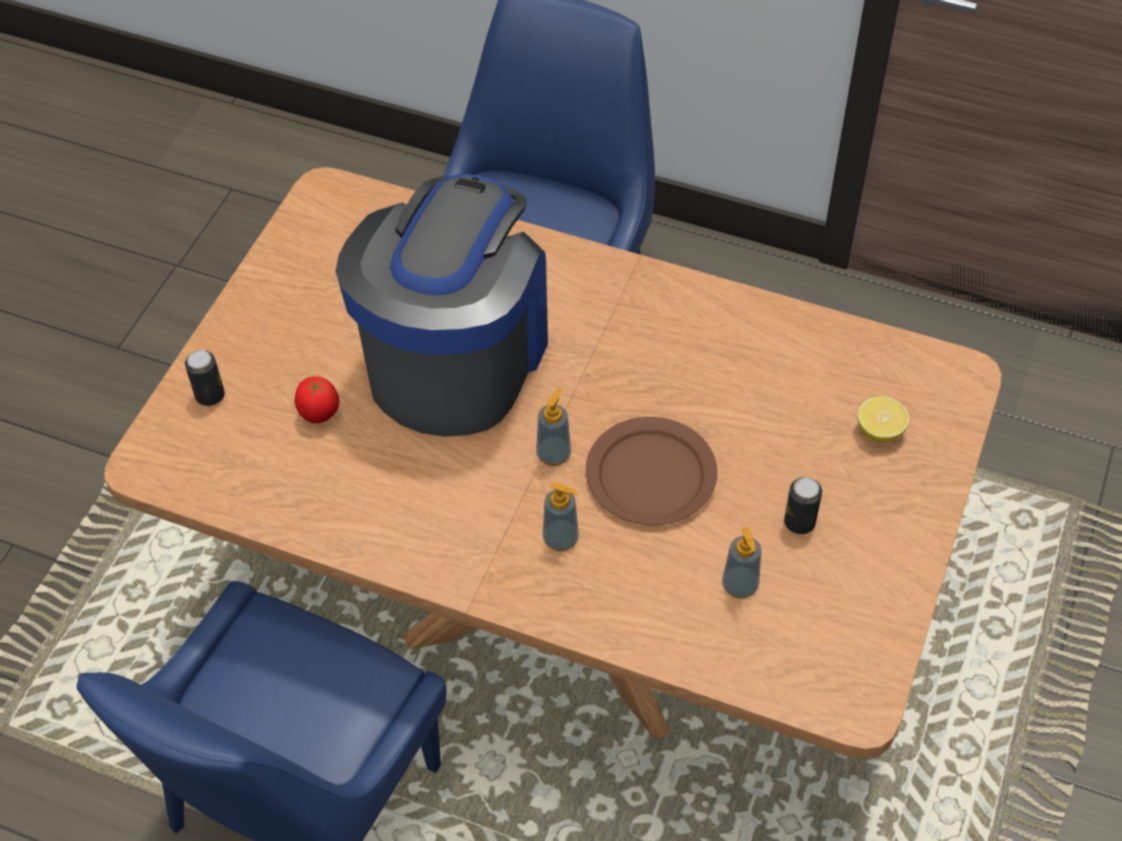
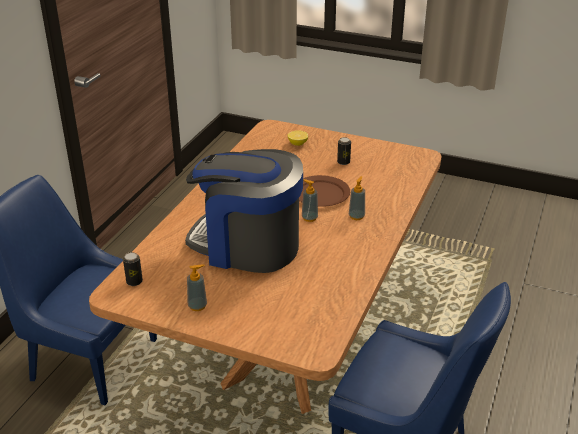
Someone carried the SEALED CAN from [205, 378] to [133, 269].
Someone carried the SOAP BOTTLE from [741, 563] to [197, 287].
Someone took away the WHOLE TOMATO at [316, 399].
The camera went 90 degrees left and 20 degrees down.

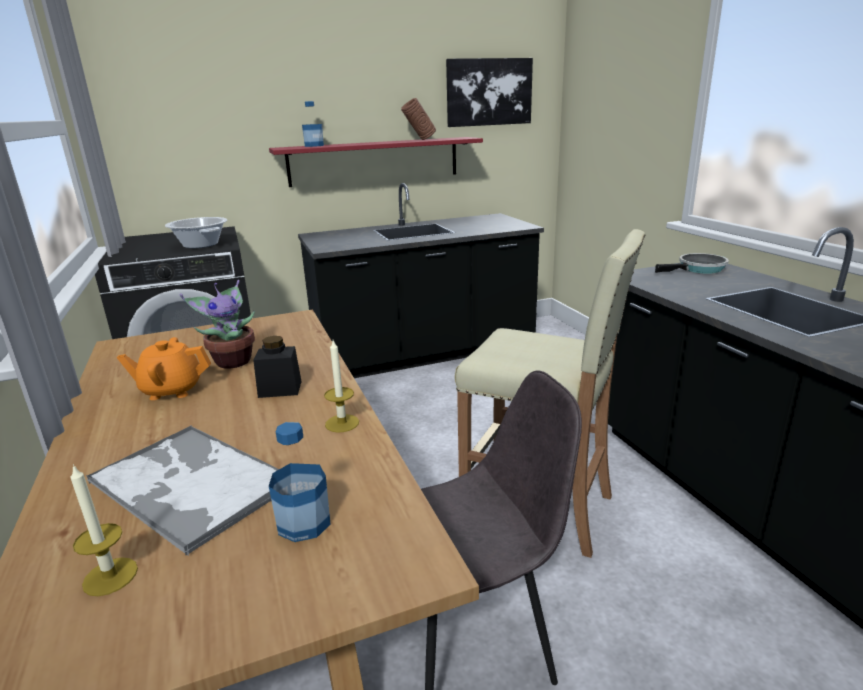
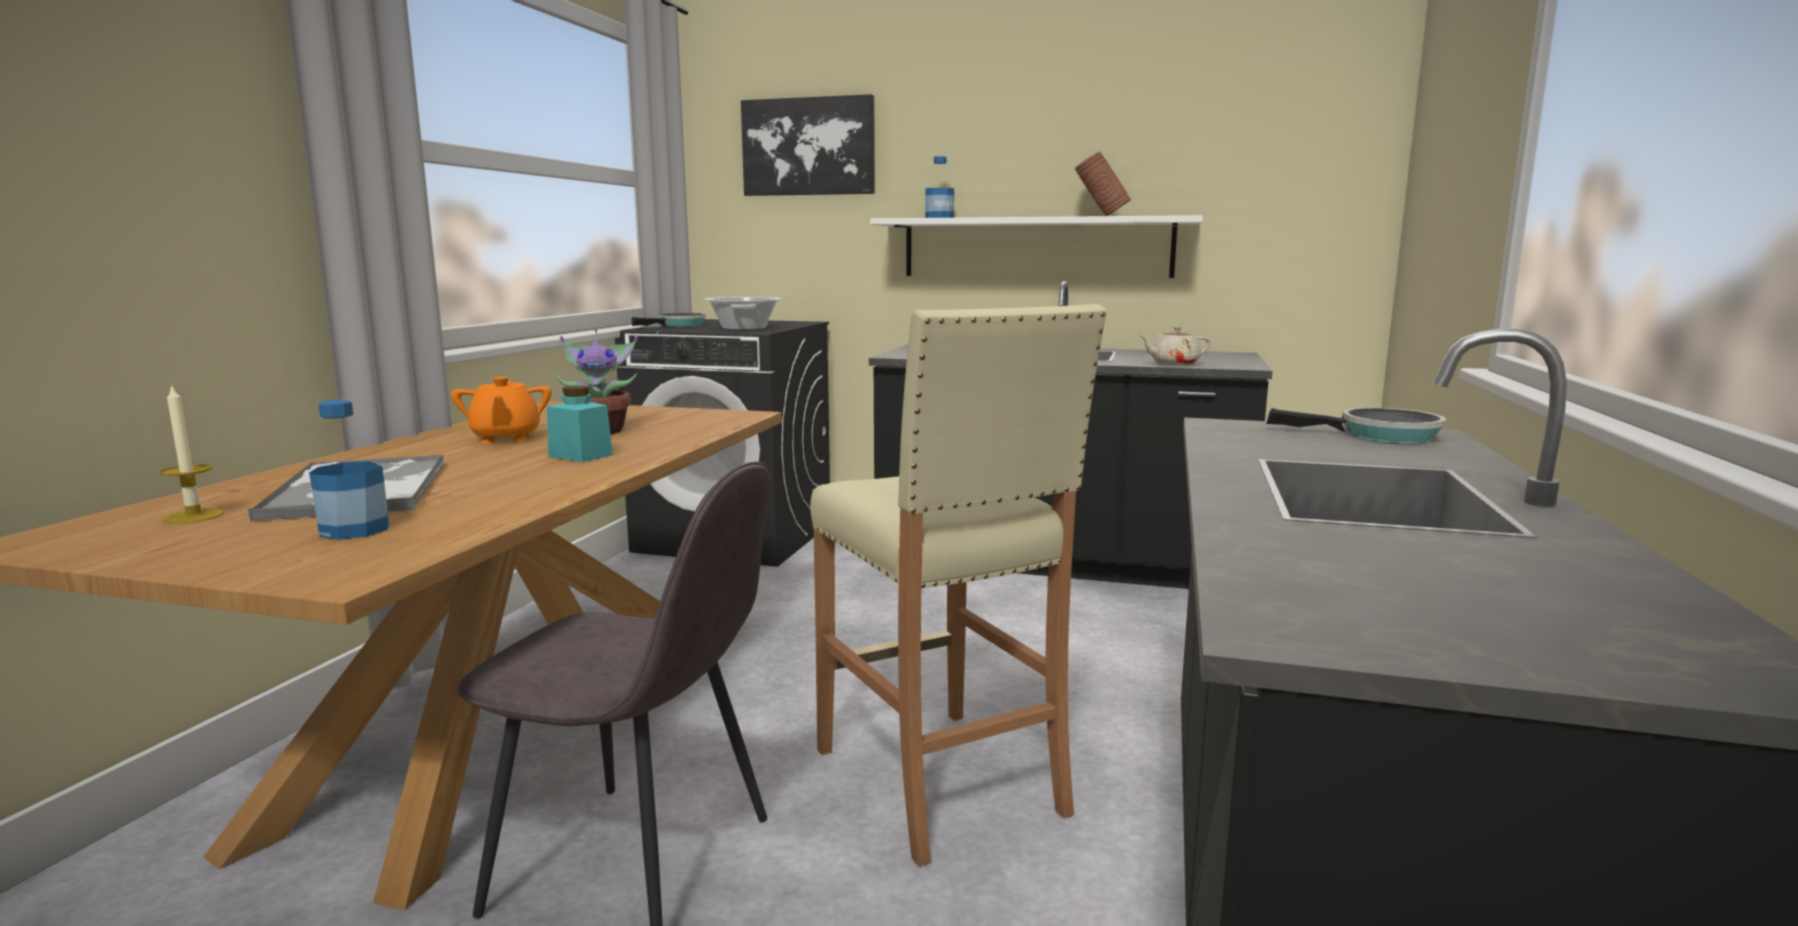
Someone rotated the ORANGE TEA POT at [164, 368] by 135 degrees counterclockwise.
Someone repainted the BLACK-COLOURED STORAGE JAR at [277, 367], which became the TURQUOISE-COLOURED STORAGE JAR at [580, 424].
Someone put down the PAN at [669, 320].
Someone carried the WALL ART from [489, 92] to [808, 145].
Someone repainted the RED WALL SHELF at [376, 162], which became the WHITISH WALL SHELF at [1036, 246].
Someone put down the BEIGE TEA POT at [1175, 345].
Someone took away the WAX CANDLE at [341, 386].
The camera went 35 degrees right and 10 degrees down.

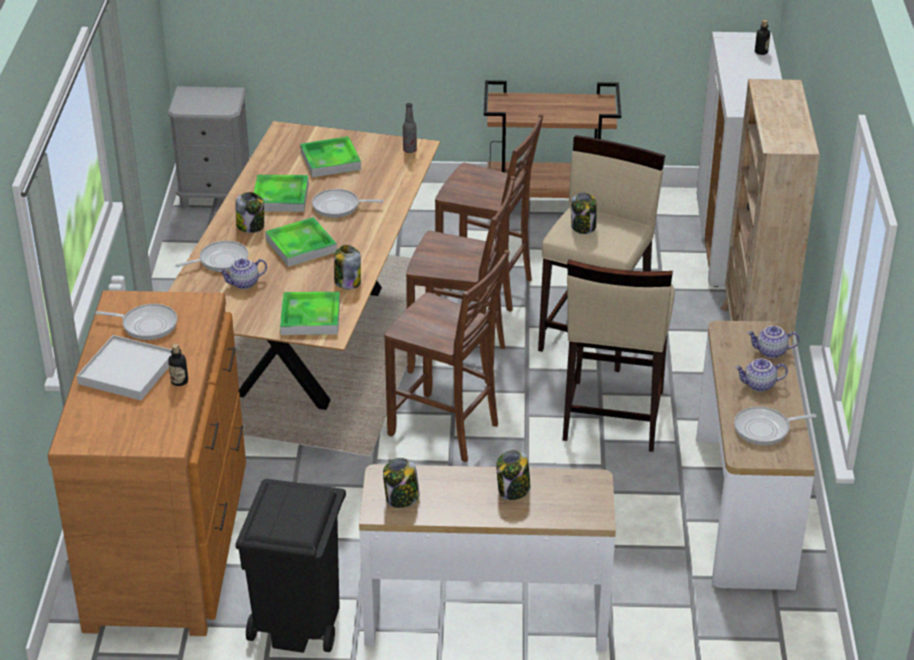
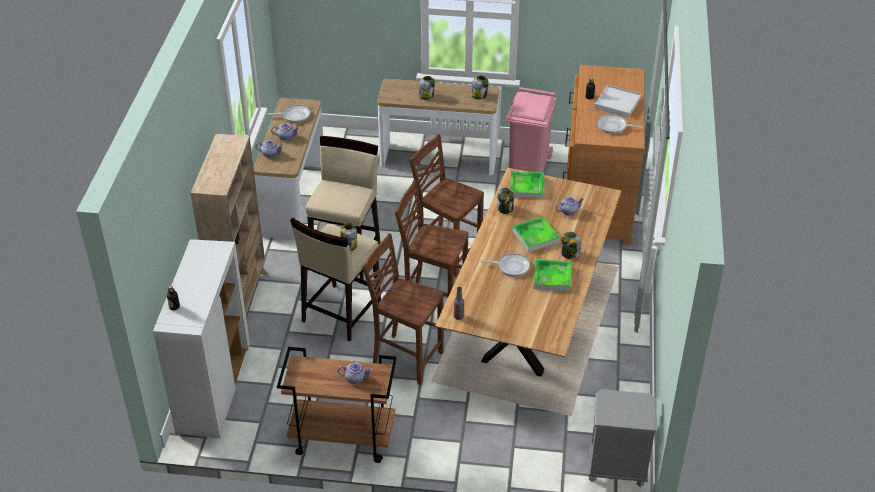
Someone put down the TEA POT at [355, 373].
Someone repainted the BLACK-COLOURED TRASH CAN at [290, 566], which became the PINK-COLOURED TRASH CAN at [531, 129].
Someone took away the PAN at [211, 256].
Someone took away the SERVING TRAY at [330, 156].
The camera went 175 degrees left and 5 degrees up.

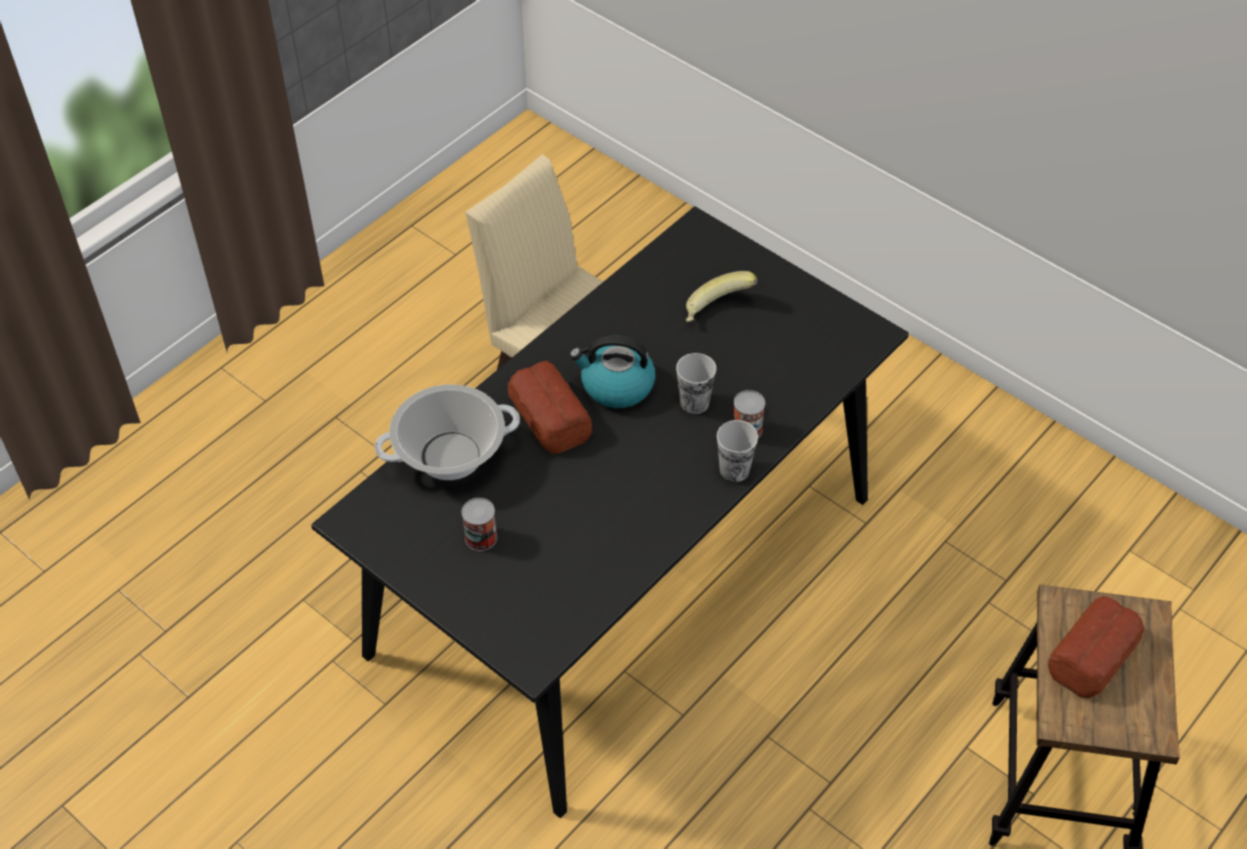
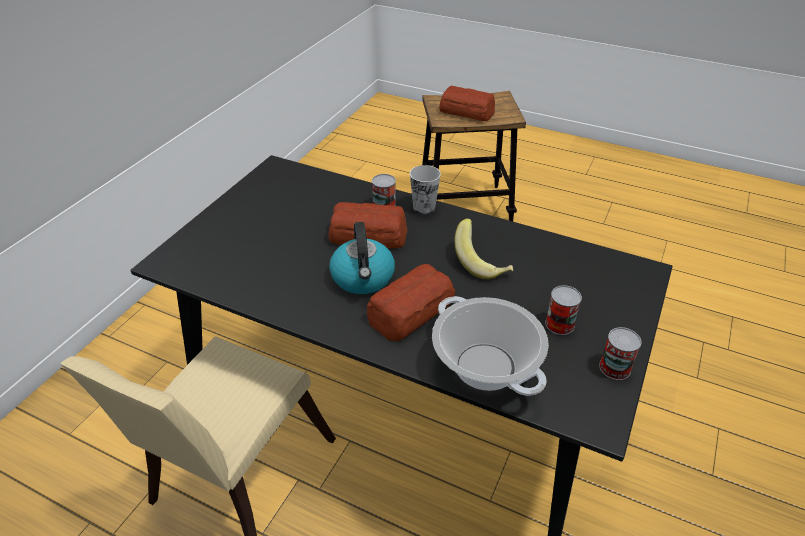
Someone swapped the SMALL CUP at [696, 383] for the BAKED BREAD at [367, 225].
Someone carried the BANANA FRUIT from [722, 296] to [483, 249].
Someone put down the SEALED CAN at [620, 353].
The camera went 105 degrees left and 10 degrees down.

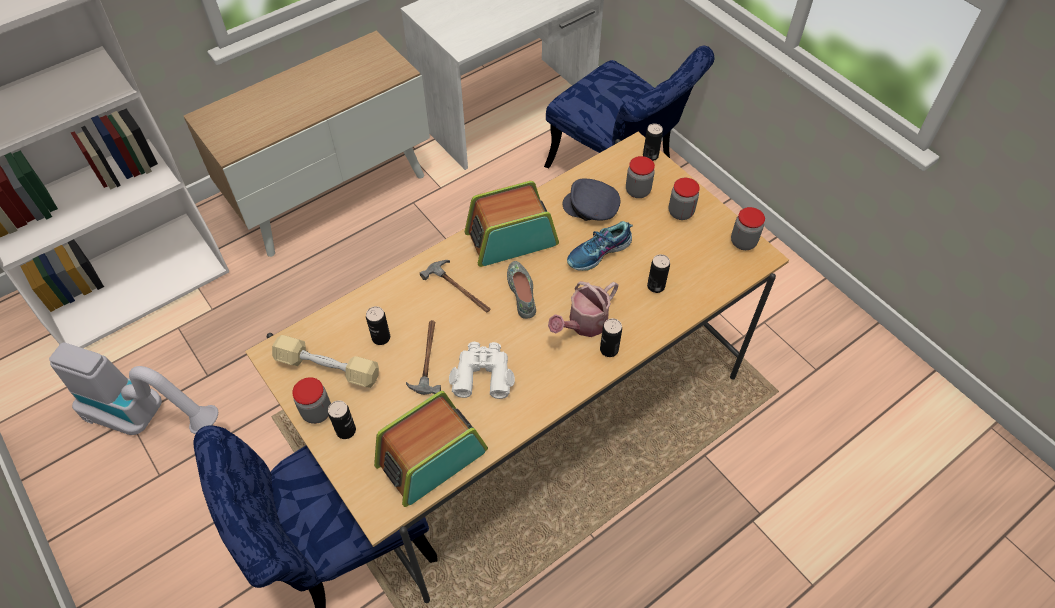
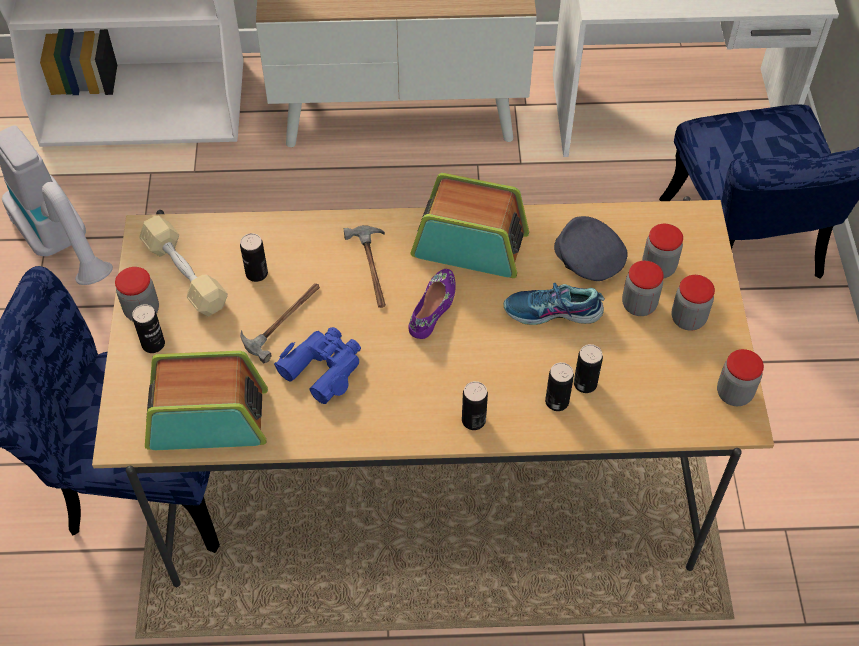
Someone repainted the WHITISH PAIR OF BINOCULARS at [482, 370], which became the BLUISH PAIR OF BINOCULARS at [317, 365].
Someone repainted the GRAY ITEM OF FOOTWEAR at [521, 290], which became the PURPLISH ITEM OF FOOTWEAR at [432, 304].
Someone carried the SEALED CAN from [653, 142] to [559, 386].
Someone put down the STORAGE JAR at [643, 288].
Someone took away the WATERING CAN at [583, 309].
The camera went 35 degrees right and 0 degrees up.

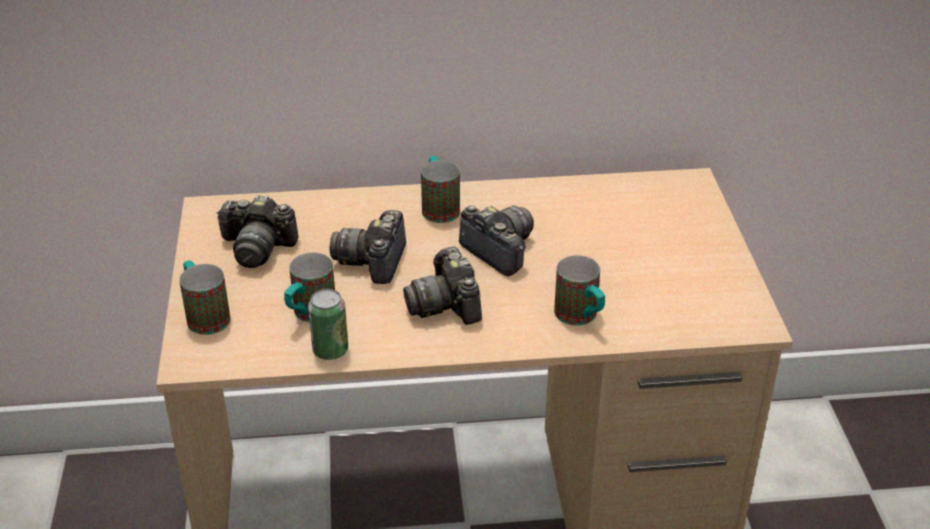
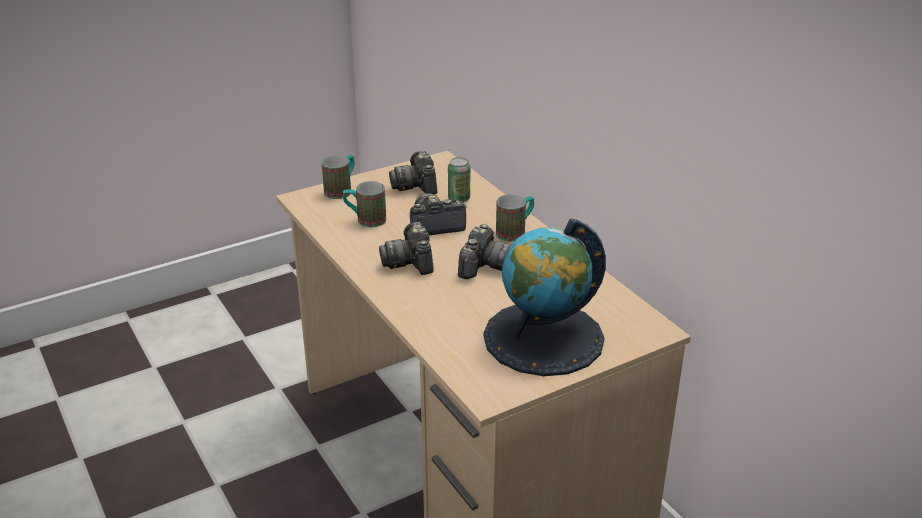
Someone rotated the STILL CAMERA at [442, 285] by 60 degrees counterclockwise.
Someone carried the SEALED CAN from [328, 324] to [459, 180].
Someone put down the WORLD GLOBE at [544, 297].
Someone took away the TEA MUG at [579, 290].
The camera went 65 degrees right and 5 degrees down.

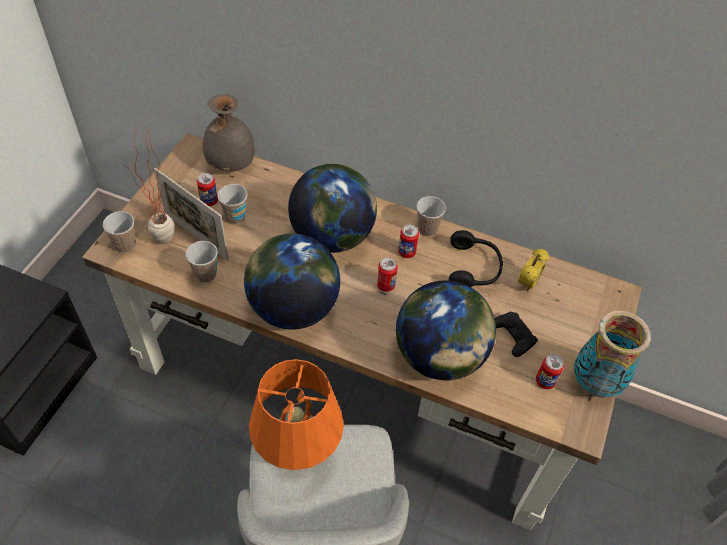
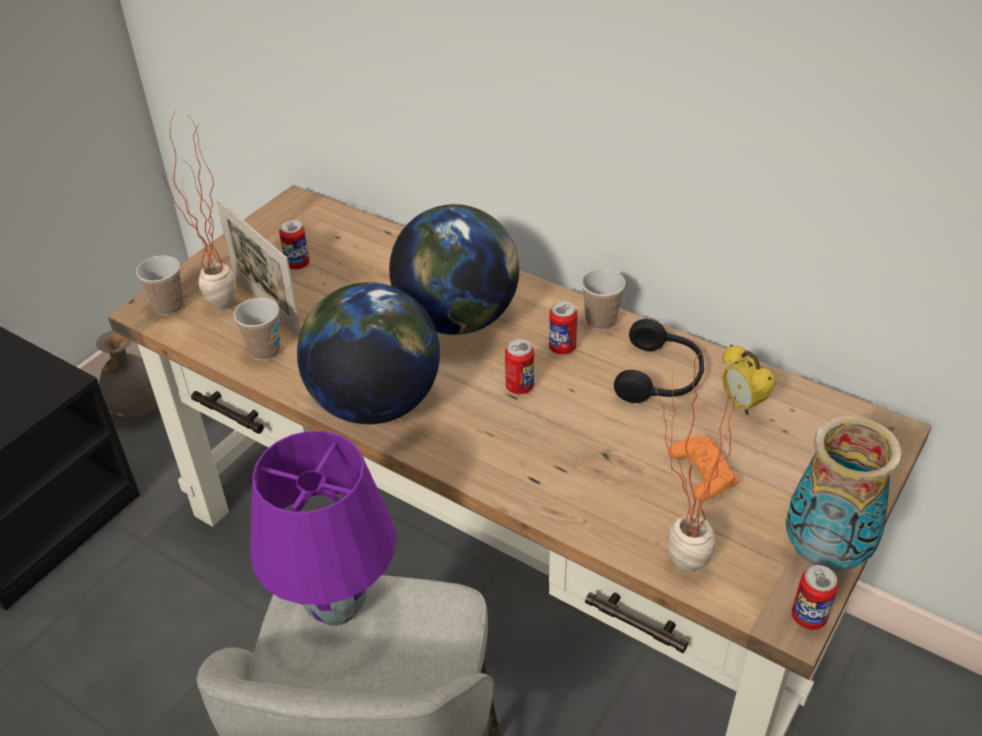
Someone carried the GRAY DECORATIVE VASE from [229, 132] to [127, 374].
Someone repainted the ORANGE TABLETOP LAMP at [296, 414], which became the PURPLISH TABLETOP LAMP at [323, 528].
Someone put down the PLANT IN A POT at [695, 461].
Someone repainted the BLACK-COLOURED JOYPAD at [516, 334], which became the ORANGE JOYPAD at [703, 468].
Someone rotated the BEDSIDE CLOCK at [533, 270] by 105 degrees clockwise.
Someone carried the SEALED CAN from [550, 371] to [815, 597].
Someone took away the SMALL CUP at [232, 204].
Someone took away the WORLD GLOBE at [446, 330].
The camera went 15 degrees right and 10 degrees down.

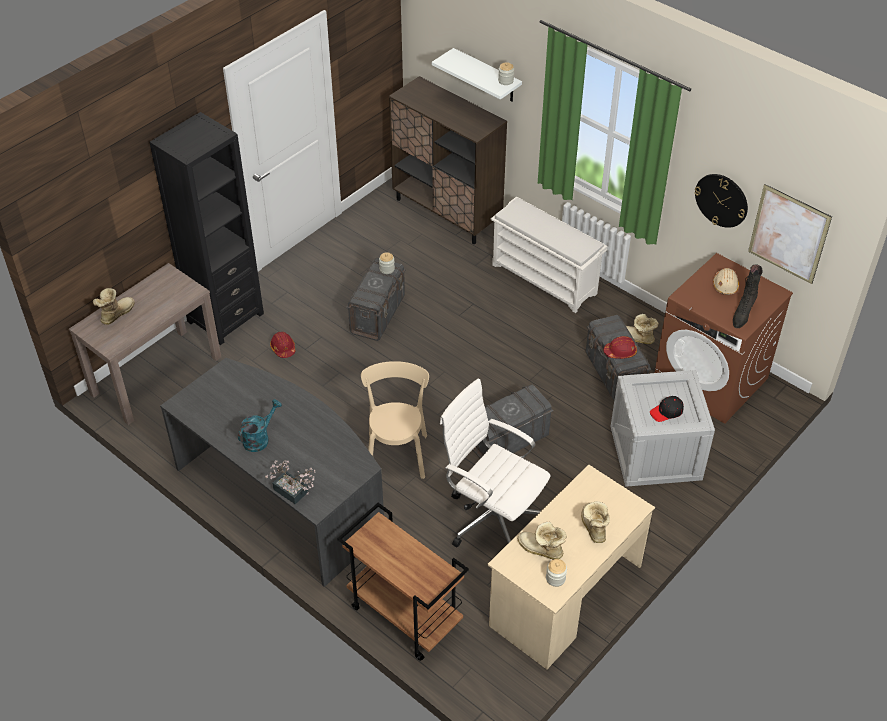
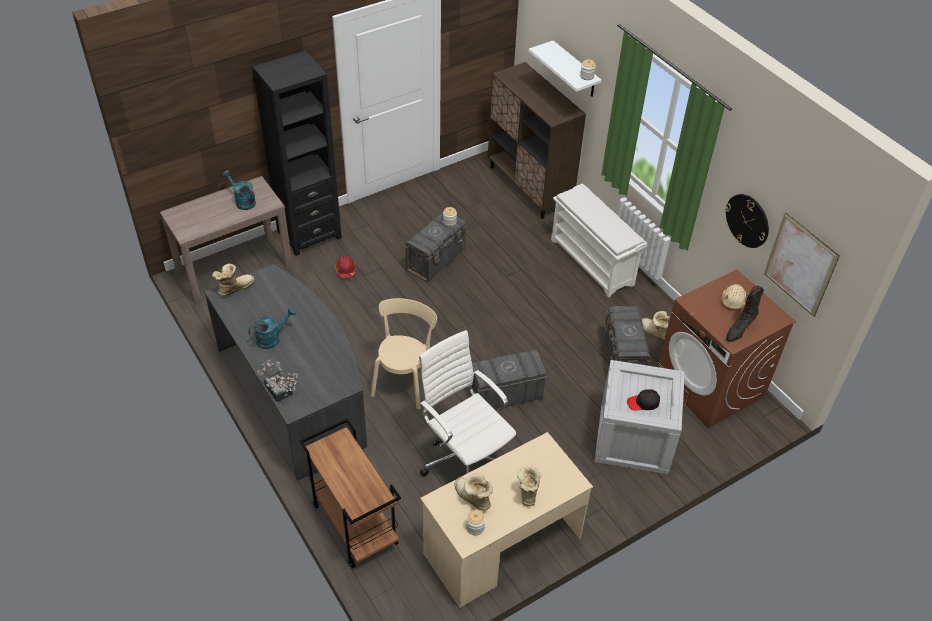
Someone carried the HIGH-TOP BOOT from [114, 306] to [233, 280].
Someone put down the TURQUOISE-COLOURED WATERING CAN at [239, 190].
Someone took away the RED WORK HELMET at [620, 347].
The camera went 15 degrees right and 0 degrees up.

